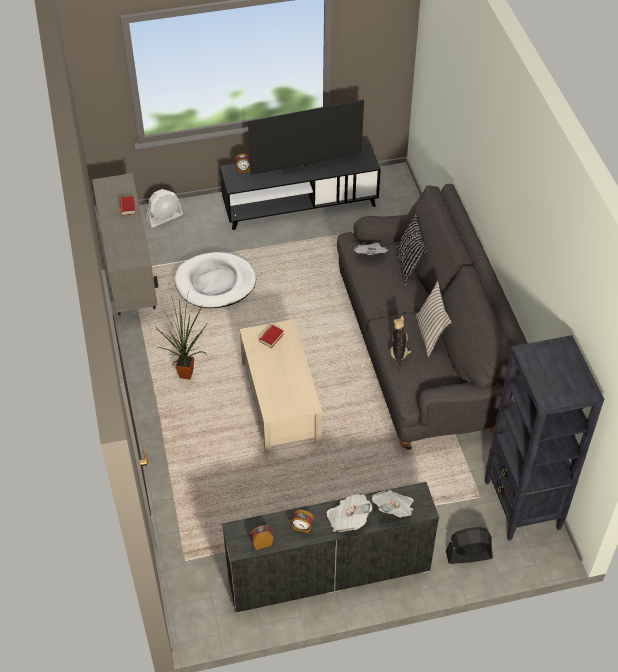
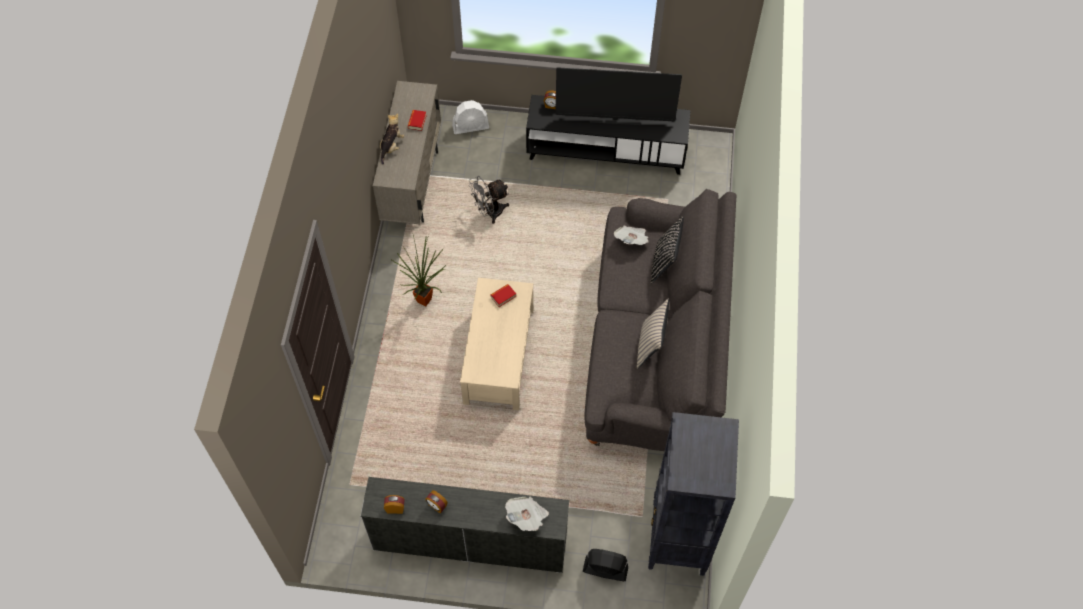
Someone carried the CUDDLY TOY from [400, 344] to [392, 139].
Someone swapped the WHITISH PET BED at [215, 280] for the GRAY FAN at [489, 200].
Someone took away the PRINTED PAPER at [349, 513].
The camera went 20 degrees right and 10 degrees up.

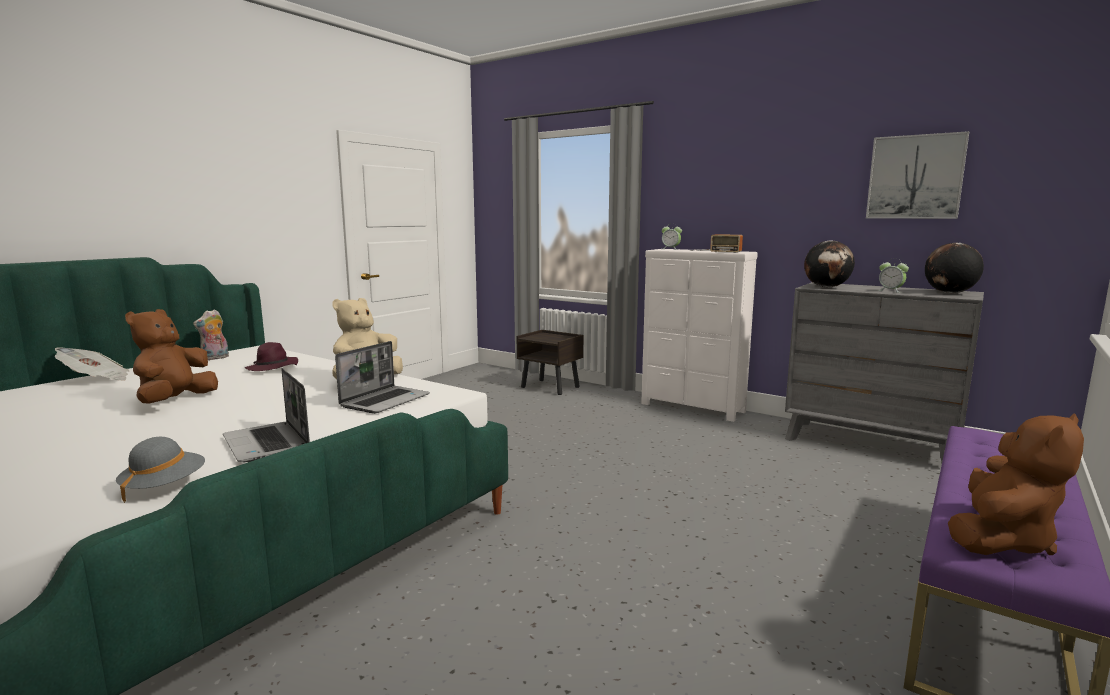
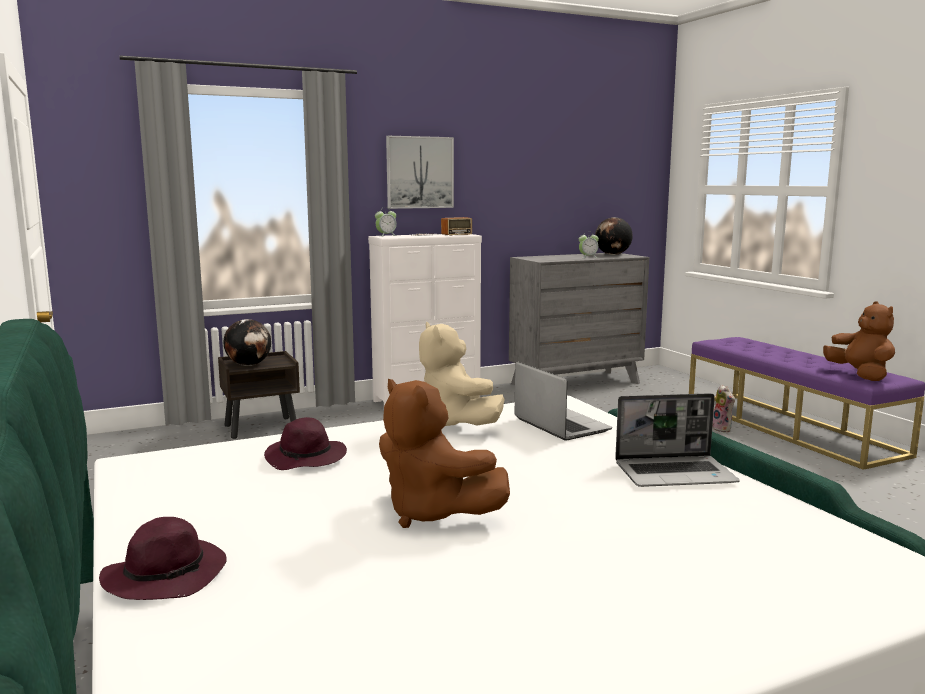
Someone swapped the PRINTED PAPER at [91, 364] for the PURPLISH HAT at [163, 558].
Someone carried the WORLD GLOBE from [829, 263] to [247, 342].
Someone carried the WALL ART from [917, 175] to [420, 172].
Someone carried the CUDDLY TOY from [211, 334] to [723, 408].
Someone took away the GRAY HAT at [160, 470].
The camera went 60 degrees left and 0 degrees up.

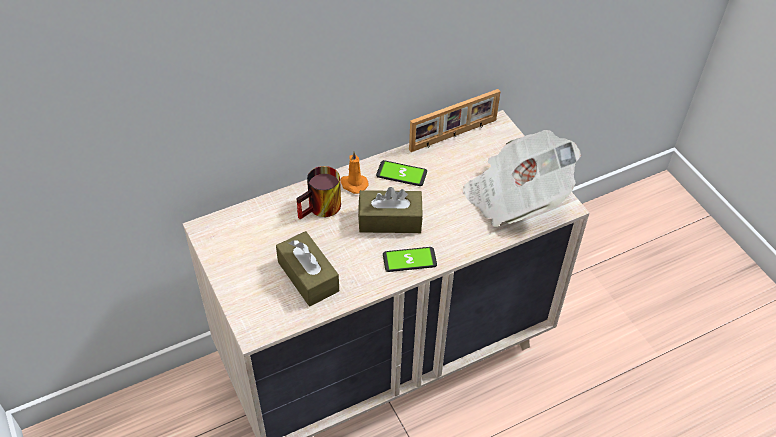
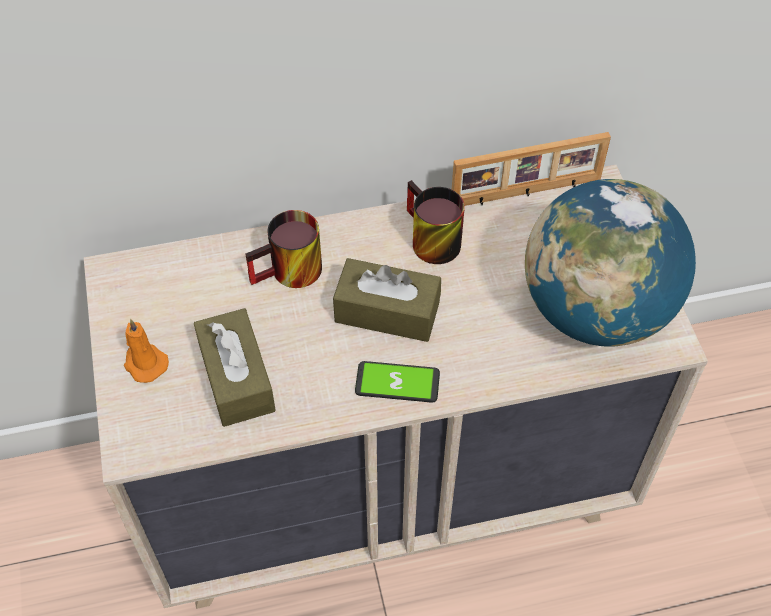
Someone carried the ORANGE WAX CANDLE from [354, 173] to [146, 351].
Someone swapped the PHONE at [401, 173] for the TEA MUG at [436, 222].
Someone swapped the PRINTED PAPER at [522, 178] for the WORLD GLOBE at [610, 262].
The camera went 15 degrees right and 5 degrees up.

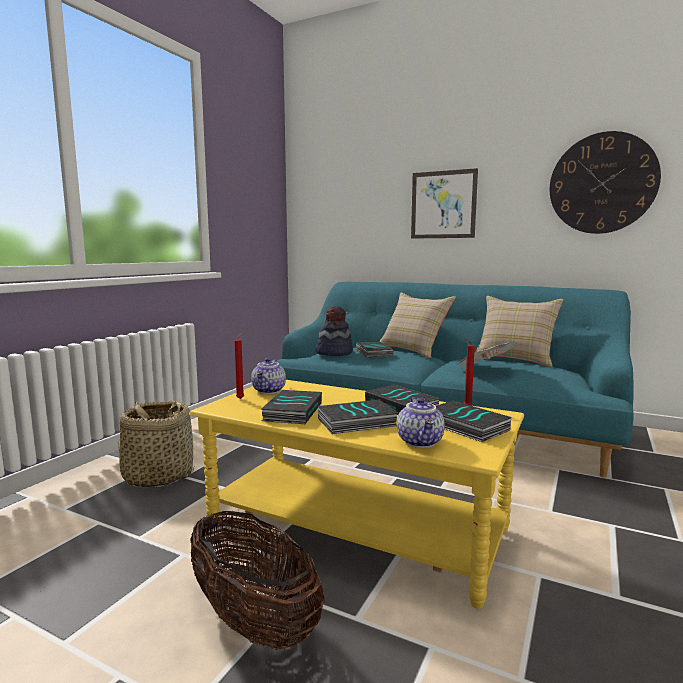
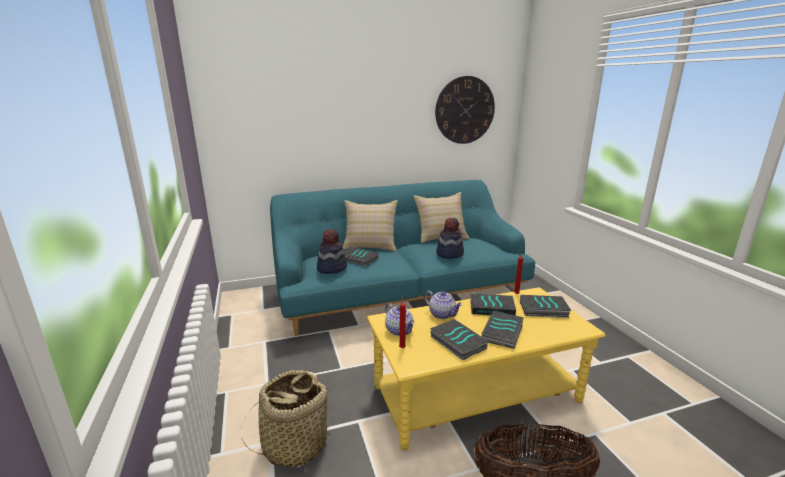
Someone carried the TEA POT from [421, 422] to [443, 305].
Someone swapped the PRINTED PAPER at [487, 353] for the HAT at [450, 238].
Someone took away the WALL ART at [444, 203].
The camera went 45 degrees left and 10 degrees up.

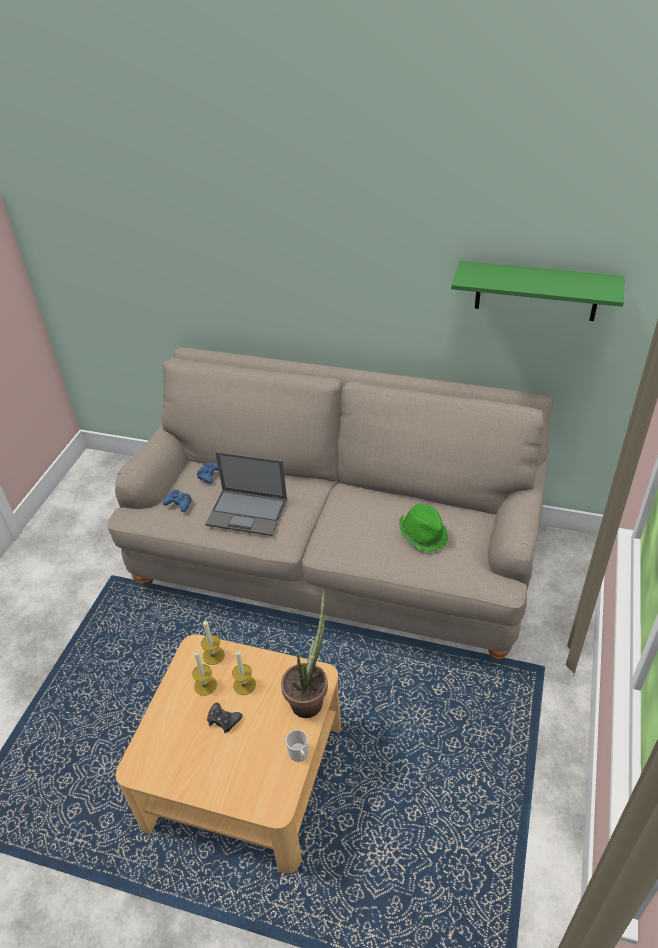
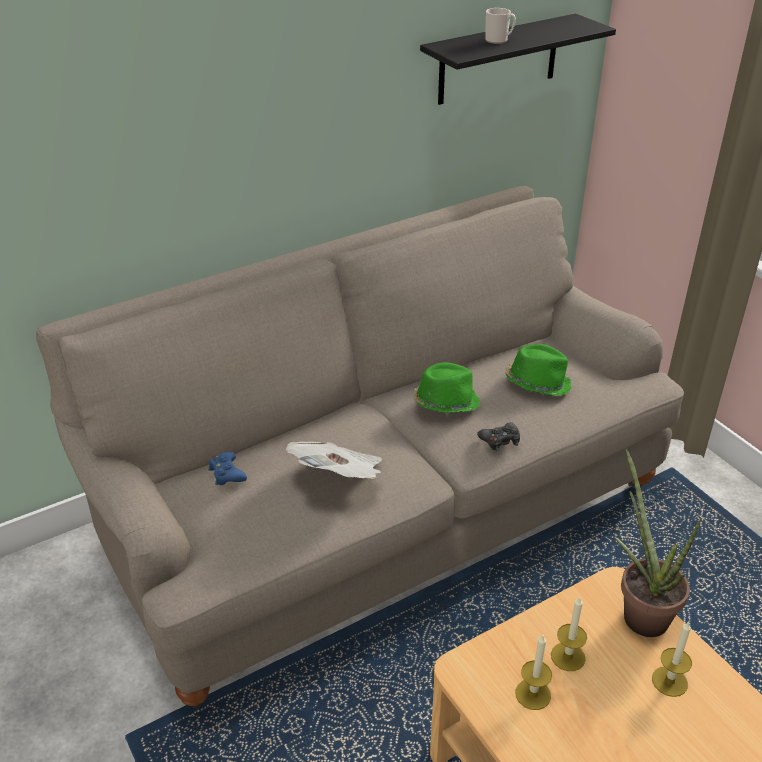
Someone swapped the PORTABLE COMPUTER at [246, 493] for the PRINTED PAPER at [334, 460].
Someone put down the GREEN-COLOURED HAT at [446, 387].
Someone repainted the GREEN-COLOURED WALL SHELF at [538, 291], which became the BLACK-COLOURED WALL SHELF at [518, 59].
Someone carried the BLACK-COLOURED JOYPAD from [225, 718] to [498, 436].
Someone carried the TEA MUG from [297, 745] to [500, 26].
Someone carried the WAX CANDLE from [212, 642] to [672, 659].
Someone took away the BLUISH JOYPAD at [177, 500].
The camera went 50 degrees left and 5 degrees down.

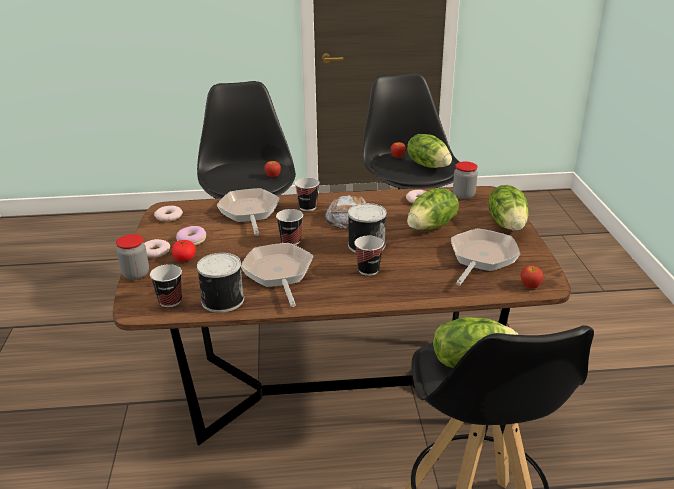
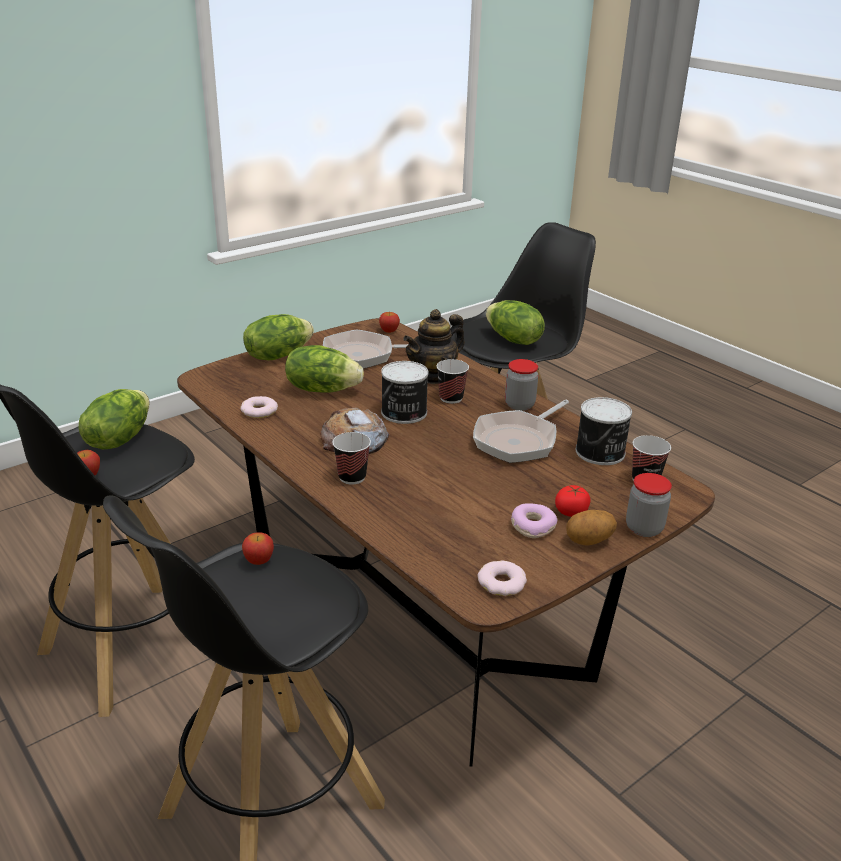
Someone put down the TEA POT at [434, 346].
Someone carried the STORAGE JAR from [465, 180] to [521, 385].
Someone swapped the DONUT at [157, 248] for the WHOLE POTATO at [591, 528].
Someone took away the PAN at [248, 212].
Someone took away the SMALL CUP at [289, 227].
The camera went 125 degrees left and 0 degrees up.

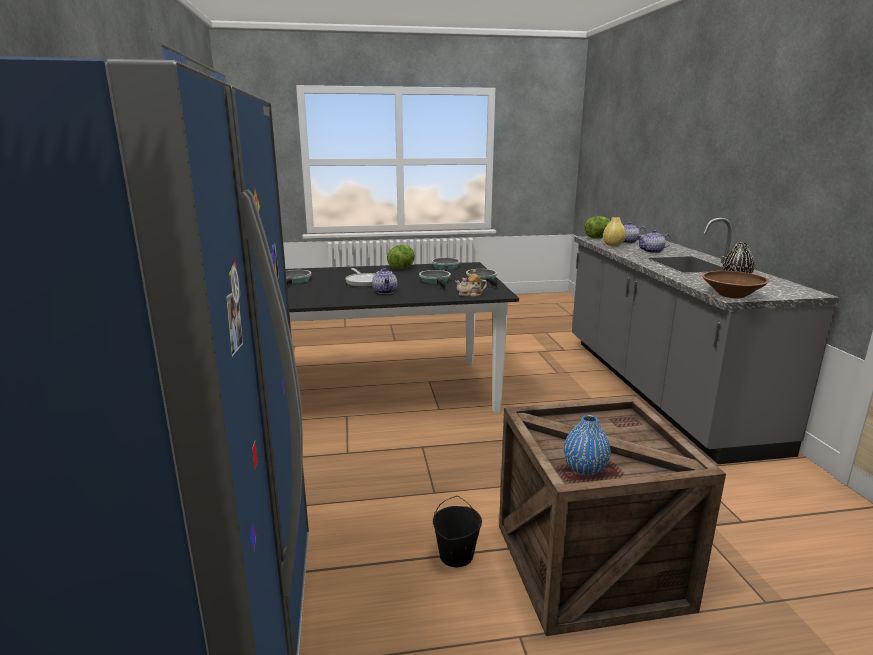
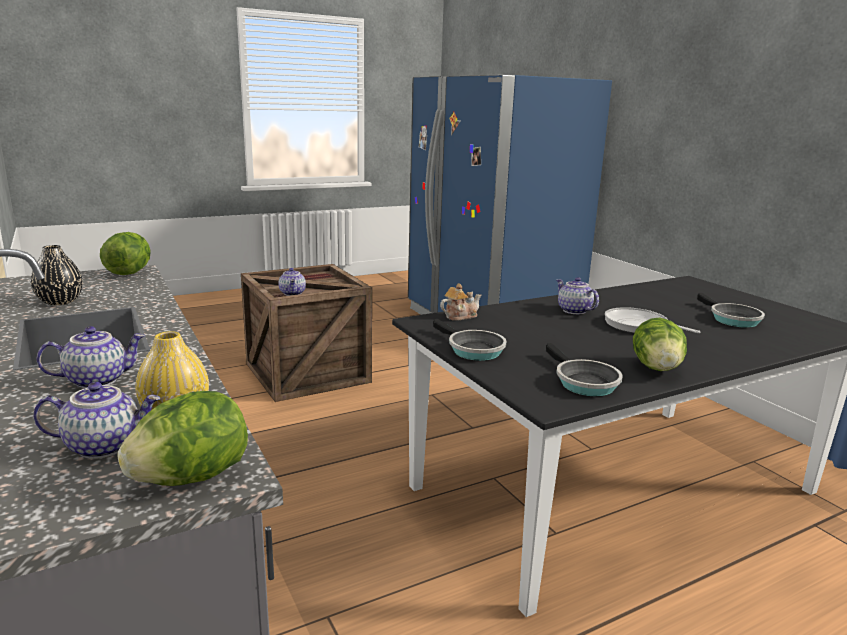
Someone swapped the BROWN-COLOURED BOWL at [735, 284] for the LETTUCE at [125, 253].
Someone put down the TEA POT at [292, 282].
Someone took away the PAN at [435, 279].
Someone took away the BLACK-COLOURED WATER BUCKET at [457, 531].
Someone took away the BLUISH DECORATIVE VASE at [587, 445].
The camera went 160 degrees right and 0 degrees up.

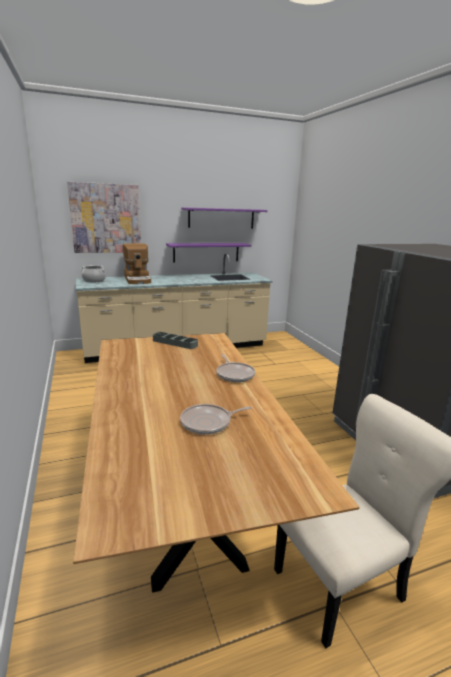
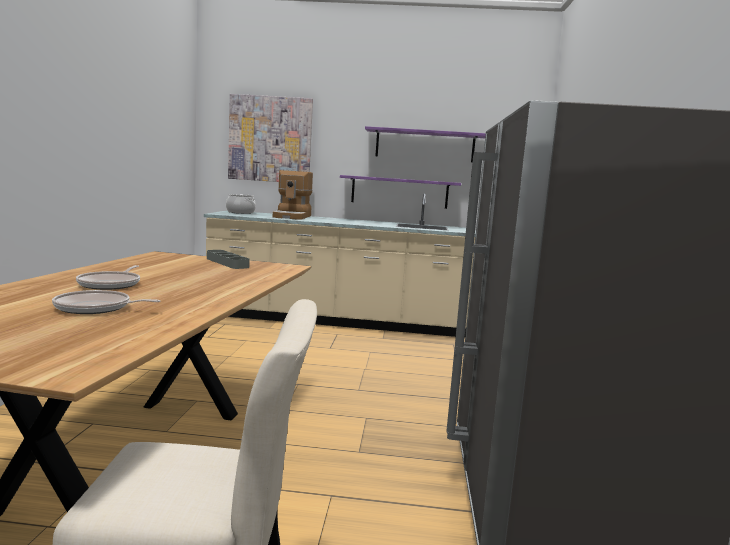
Someone carried the PAN from [236, 368] to [108, 277].
The camera went 25 degrees right and 10 degrees down.

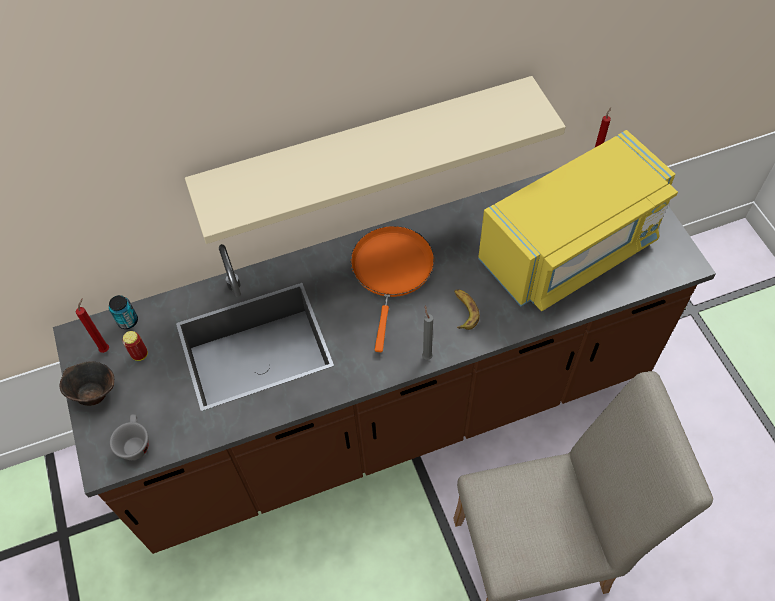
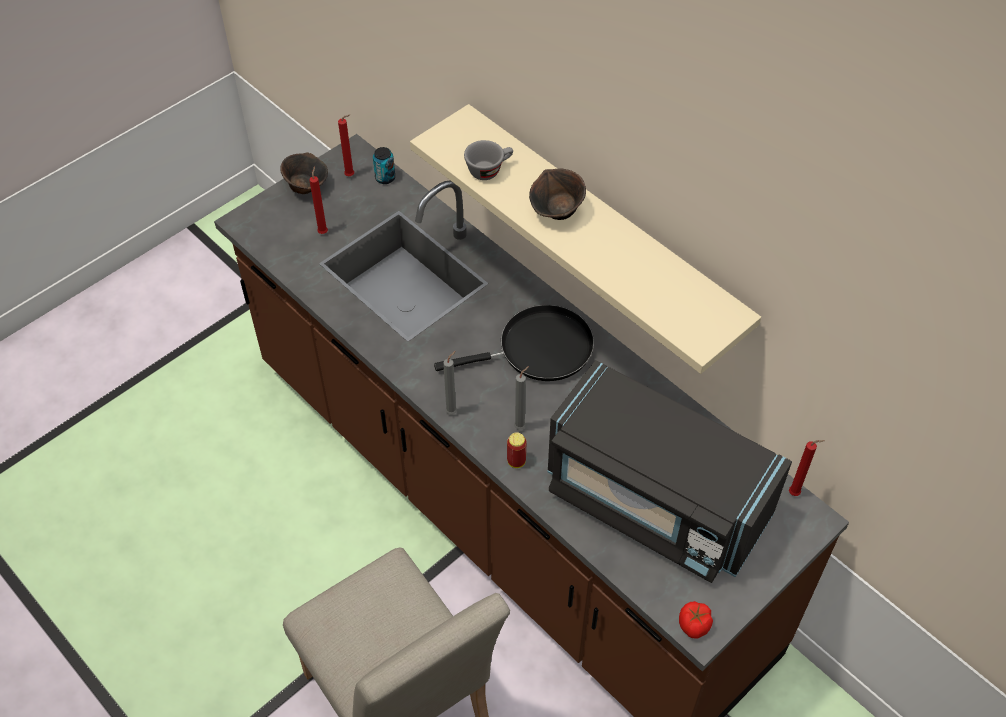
Someone put down the RED WAX CANDLE at [318, 200].
Someone repainted the ORANGE PAN at [392, 289], which became the BLACK-COLOURED PAN at [514, 343].
Someone carried the GRAY SMALL CUP from [129, 437] to [488, 160].
Someone carried the SEALED CAN from [135, 346] to [517, 450].
Someone swapped the BANANA FRUIT at [467, 309] for the GRAY WAX CANDLE at [521, 398].
Someone put down the BROWN-COLOURED BOWL at [557, 194].
Someone repainted the YELLOW-COLOURED KITCHEN MICROWAVE at [578, 220], which became the BLACK-COLOURED KITCHEN MICROWAVE at [670, 471].
Someone put down the WHOLE TOMATO at [696, 620].
The camera went 65 degrees right and 5 degrees down.

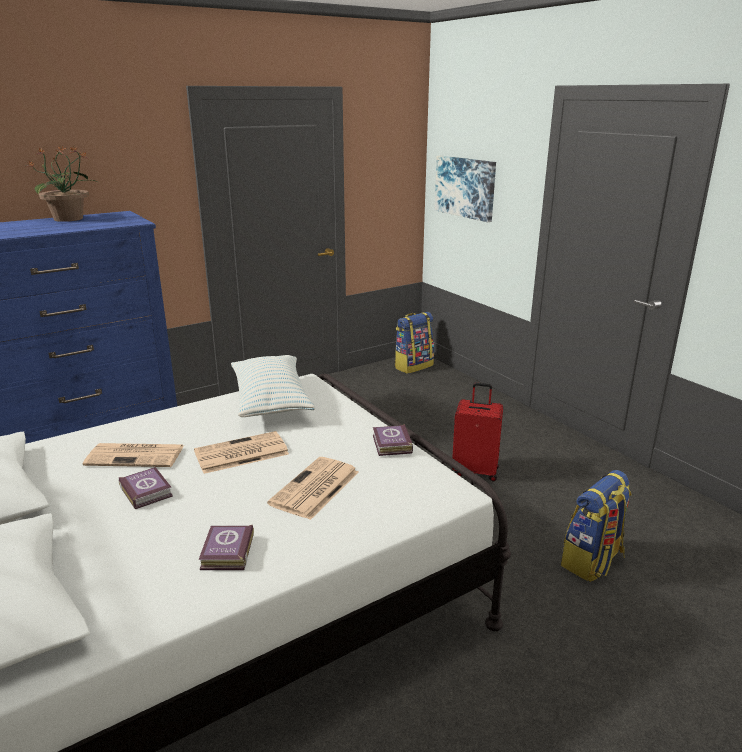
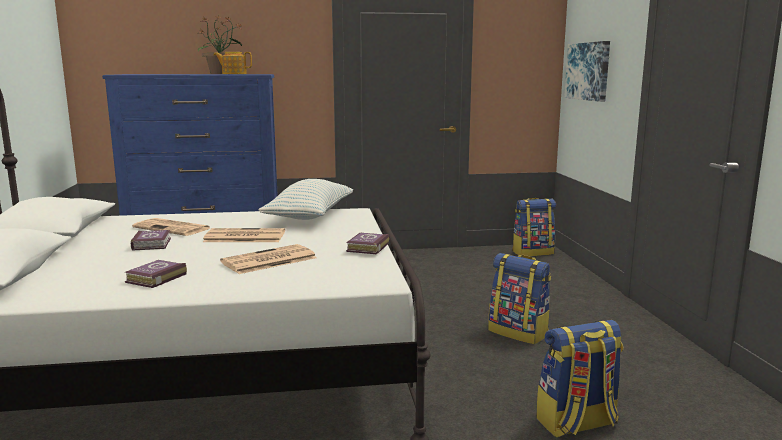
Someone put down the TEA POT at [233, 63].
Someone swapped the RED SUITCASE at [477, 432] for the RUCKSACK at [520, 299].
The camera went 25 degrees right and 10 degrees down.

